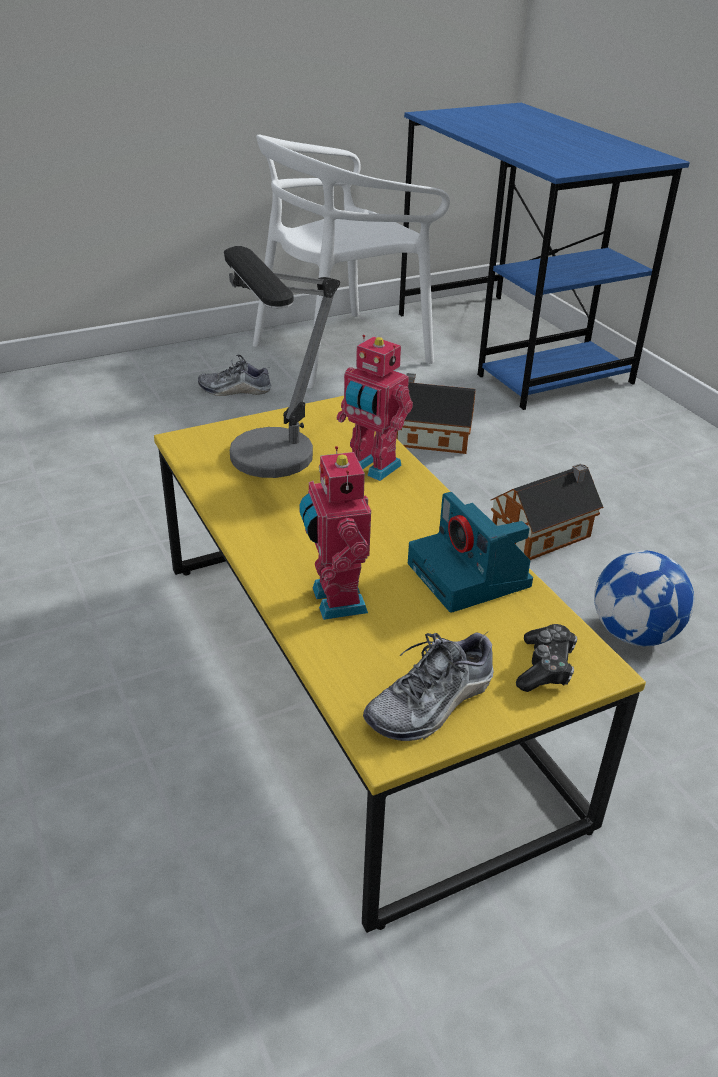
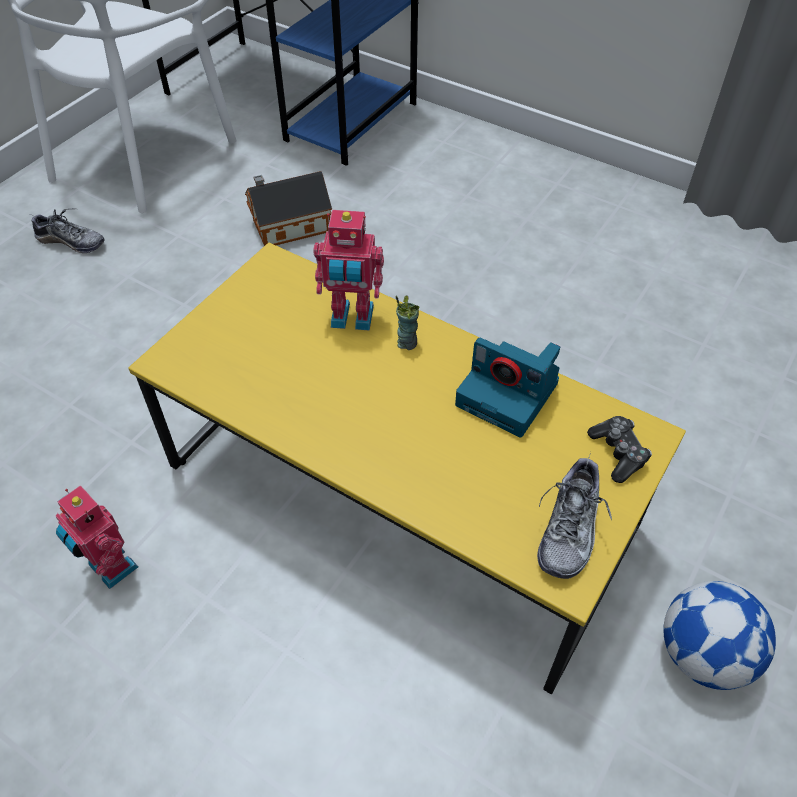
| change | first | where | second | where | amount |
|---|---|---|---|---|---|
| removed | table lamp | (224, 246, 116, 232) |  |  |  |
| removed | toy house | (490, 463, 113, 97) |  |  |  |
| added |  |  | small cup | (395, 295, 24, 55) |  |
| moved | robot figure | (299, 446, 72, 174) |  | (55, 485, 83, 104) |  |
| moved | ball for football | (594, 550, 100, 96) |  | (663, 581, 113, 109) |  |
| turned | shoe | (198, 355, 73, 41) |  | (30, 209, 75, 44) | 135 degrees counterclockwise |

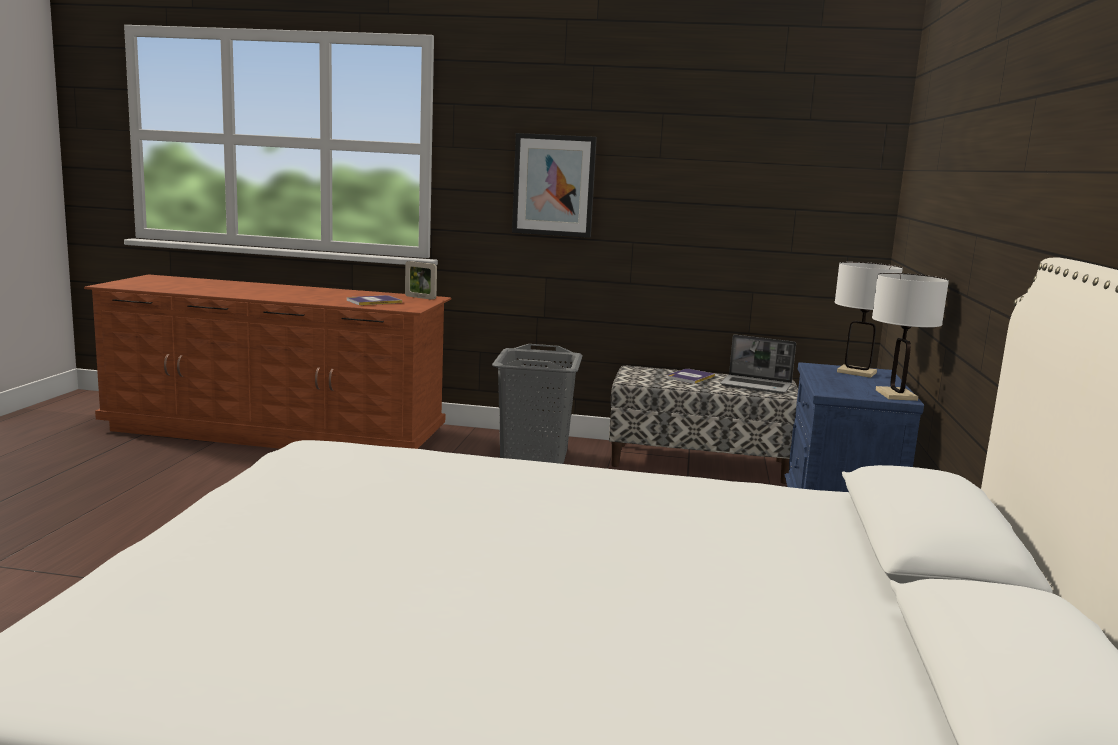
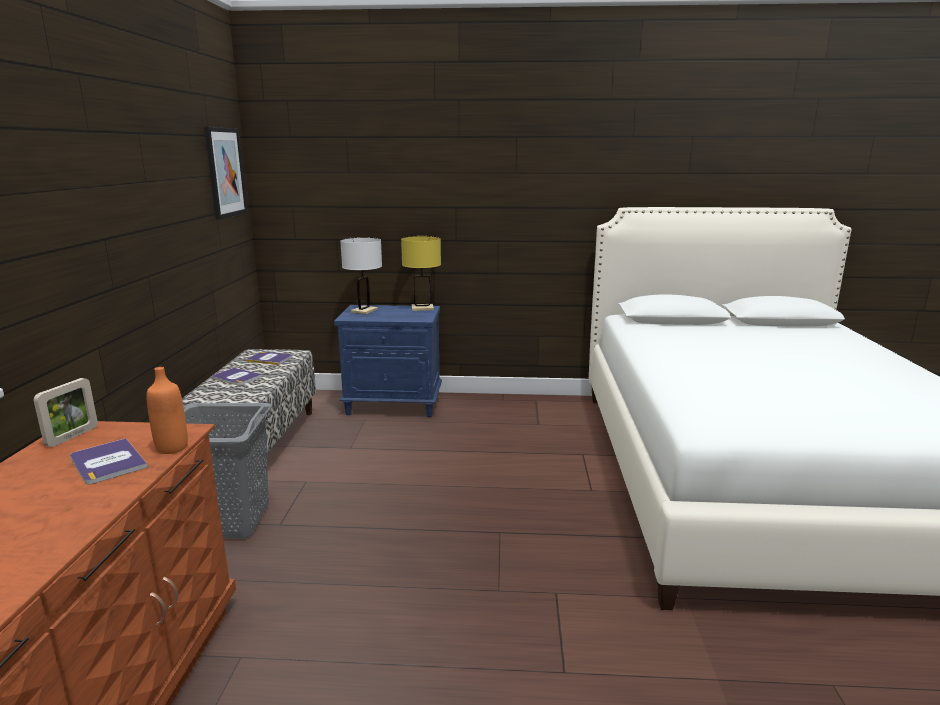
| change | first | where | second | where | amount |
|---|---|---|---|---|---|
| added |  |  | orangey drink bottle | (147, 367, 41, 87) |  |
| moved | wall picture | (512, 133, 85, 105) |  | (204, 127, 44, 92) |  |
| replaced | portable computer | (720, 335, 76, 59) | volume | (246, 351, 46, 14) |  |
| recoloured | whitish table lamp | (872, 273, 77, 128) | yellowish table lamp | (401, 236, 40, 75) |  |

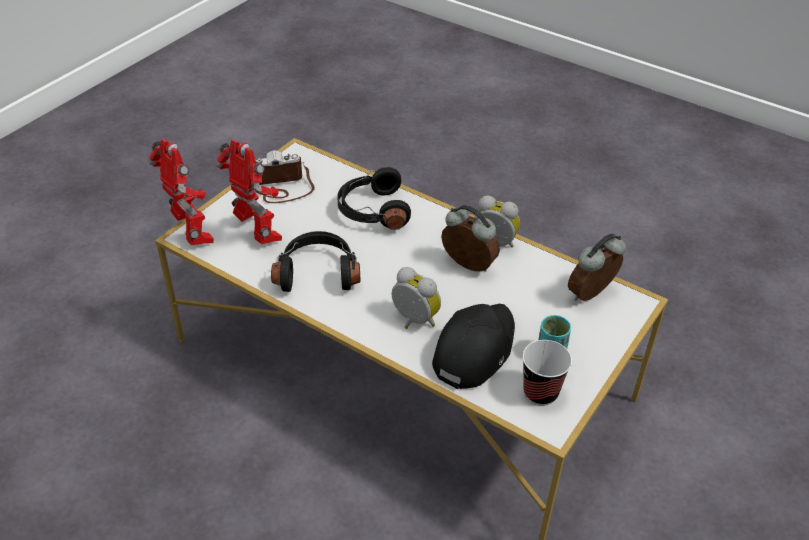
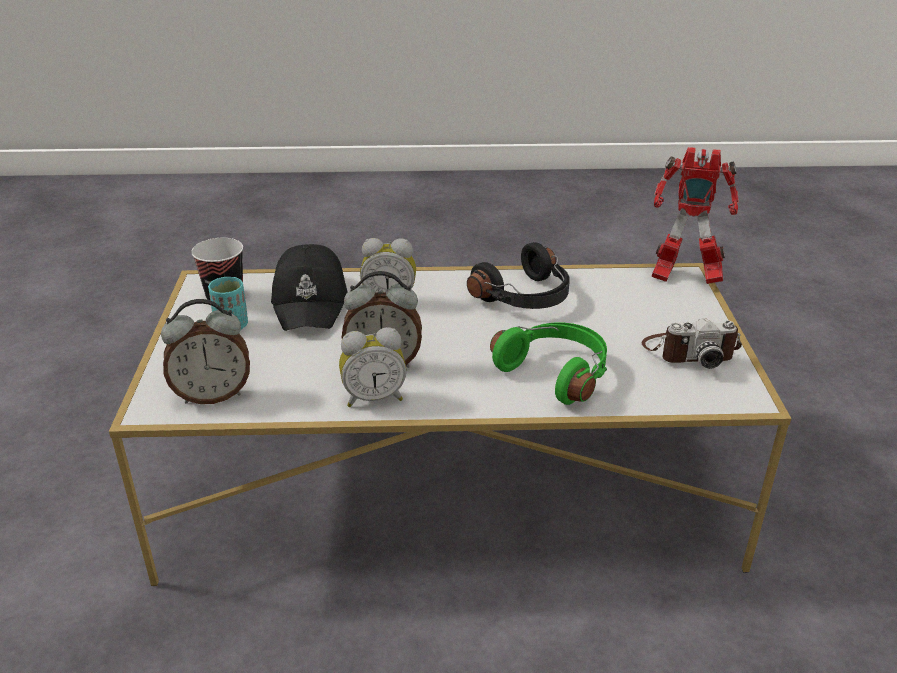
| change | first | where | second | where | amount |
|---|---|---|---|---|---|
| removed | robot figure | (216, 140, 66, 104) |  |  |  |
| recoloured | black-coloured headset | (338, 167, 73, 63) | greenish headset | (490, 323, 117, 82) |  |
| turned | photo camera | (256, 150, 59, 53) |  | (642, 318, 100, 51) | 45 degrees clockwise |
| turned | bedside clock | (568, 233, 58, 68) |  | (161, 299, 89, 105) | 60 degrees clockwise |

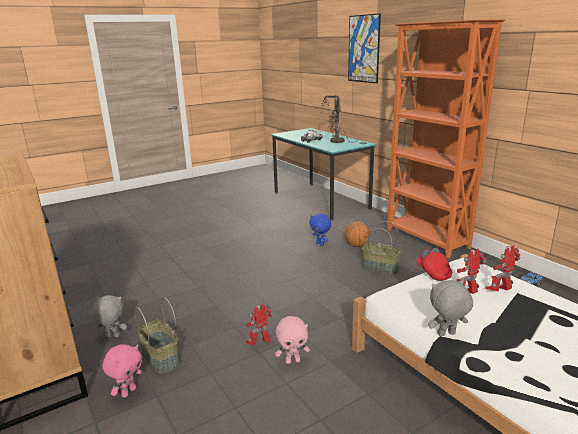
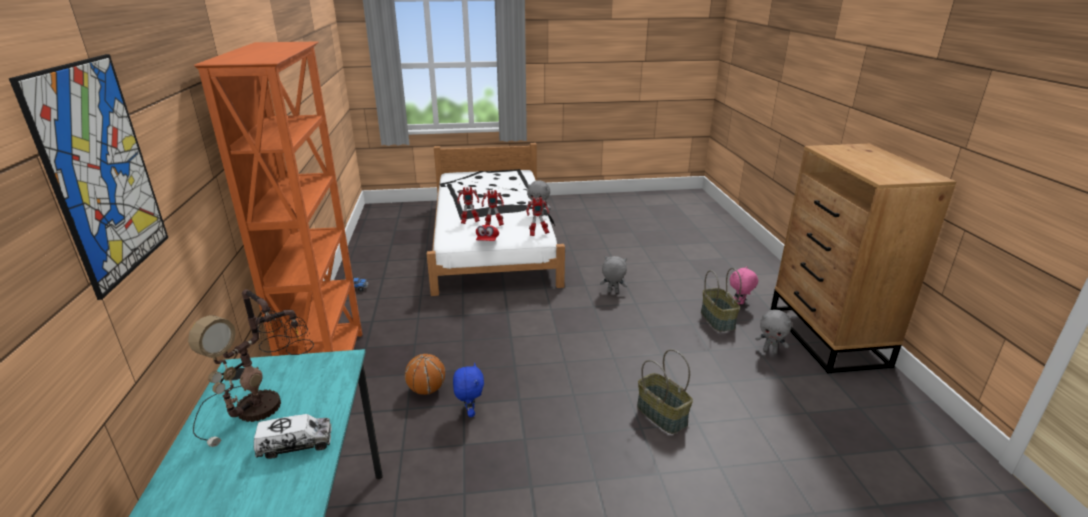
| change | first | where | second | where | amount |
|---|---|---|---|---|---|
| moved | robot figure | (246, 304, 27, 42) |  | (526, 197, 24, 39) |  |
| moved | household basket | (362, 221, 39, 54) |  | (637, 349, 56, 85) |  |
| recoloured | pink-coloured soft toy | (275, 316, 35, 48) | grey soft toy | (600, 256, 27, 37) |  |

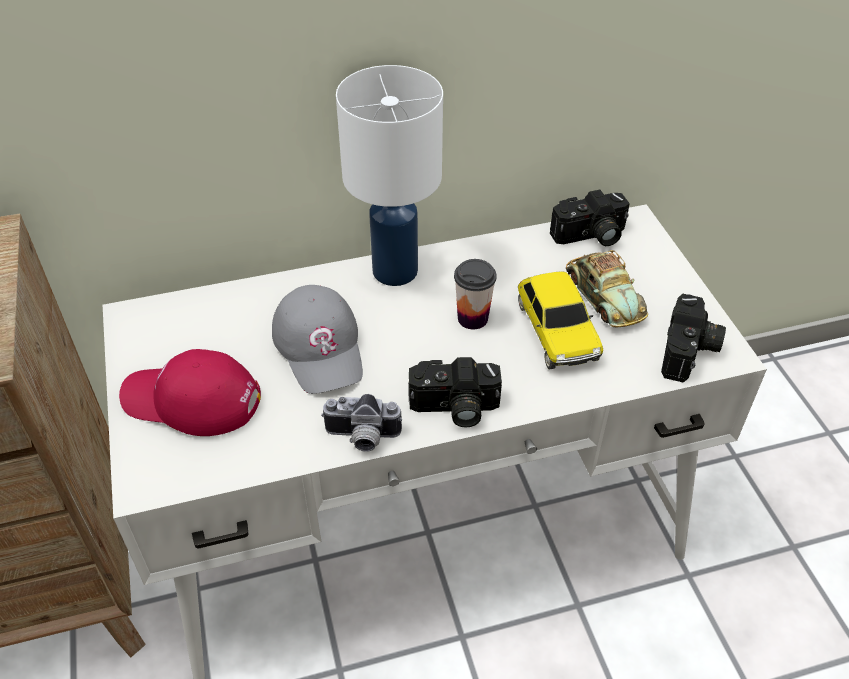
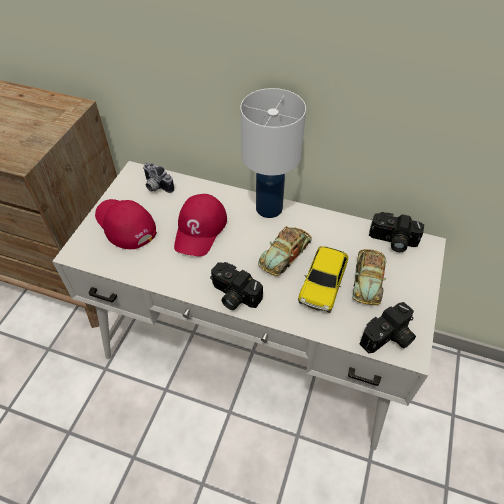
| change | first | where | second | where | amount |
|---|---|---|---|---|---|
| moved | photo camera | (321, 394, 81, 58) |  | (143, 162, 31, 31) |  |
| replaced | small cup | (454, 259, 43, 70) | model car | (258, 226, 54, 50) |  |
| recoloured | grey peaked cap | (272, 285, 91, 109) | red-coloured peaked cap | (174, 194, 53, 62) |  |

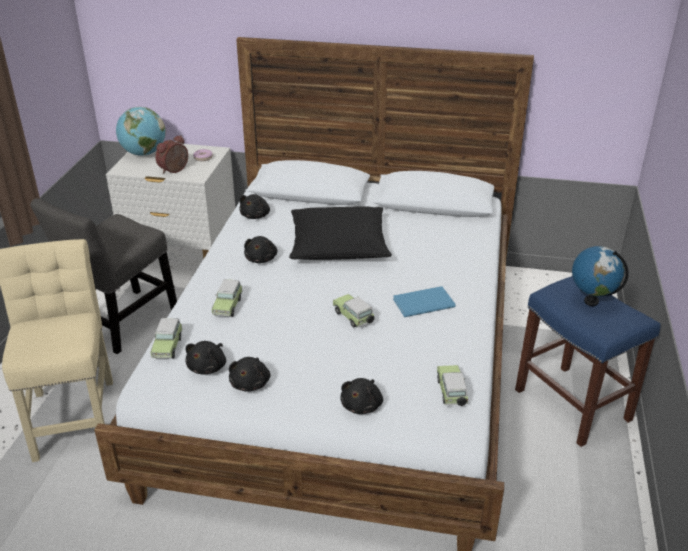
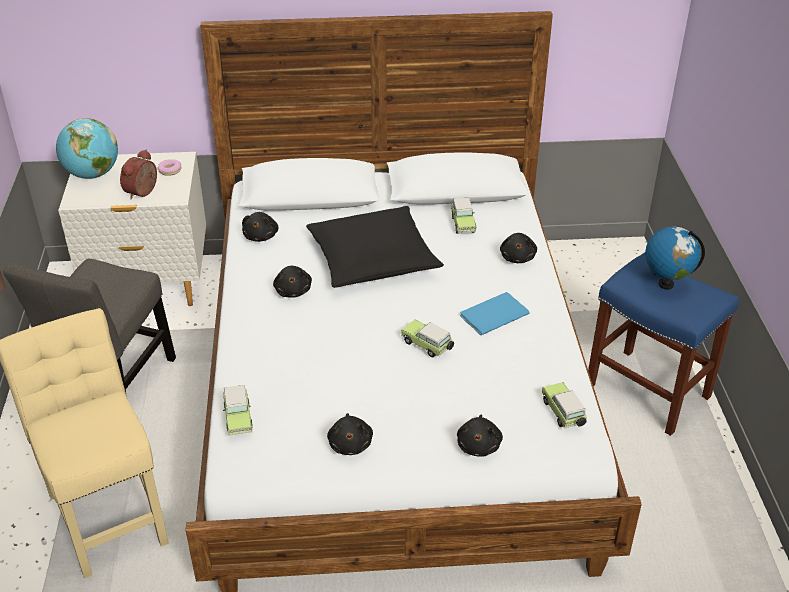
| change | first | where | second | where | amount |
|---|---|---|---|---|---|
| moved | black-coloured soft toy | (186, 341, 40, 33) |  | (500, 233, 37, 30) |  |
| moved | model car | (211, 279, 32, 38) |  | (451, 198, 25, 36) |  |

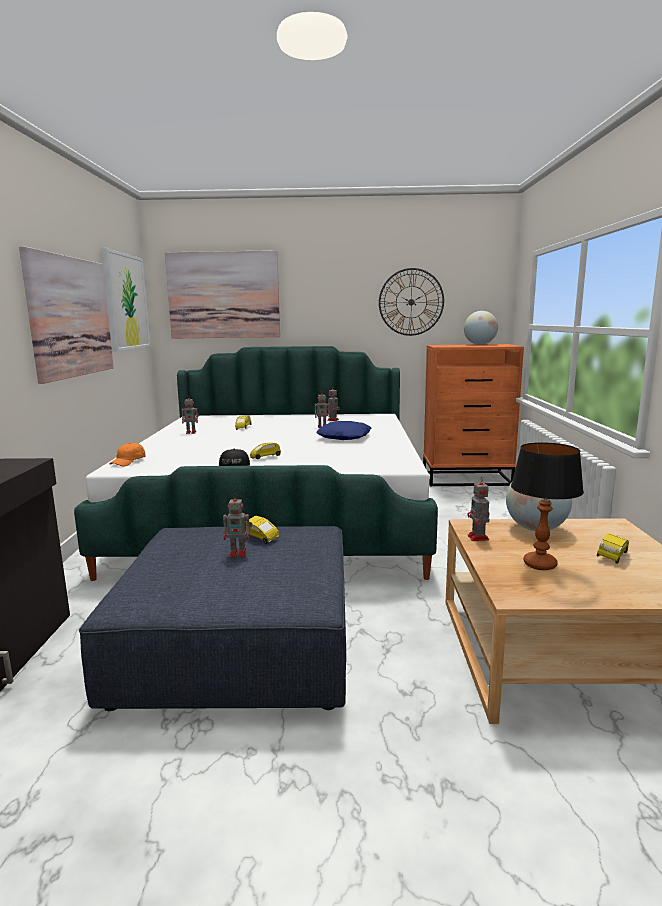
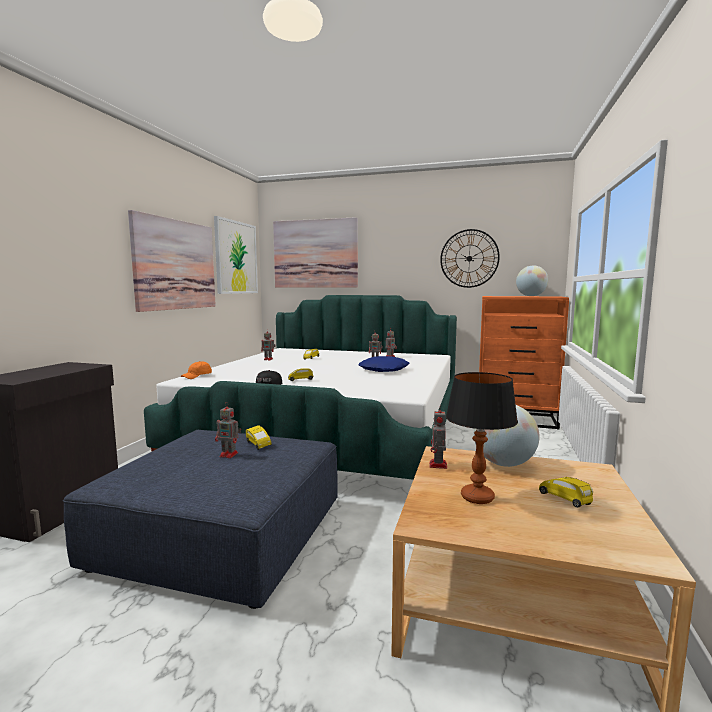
| change | first | where | second | where | amount |
|---|---|---|---|---|---|
| turned | yellowish model car | (597, 533, 32, 31) |  | (539, 477, 54, 31) | 90 degrees counterclockwise |

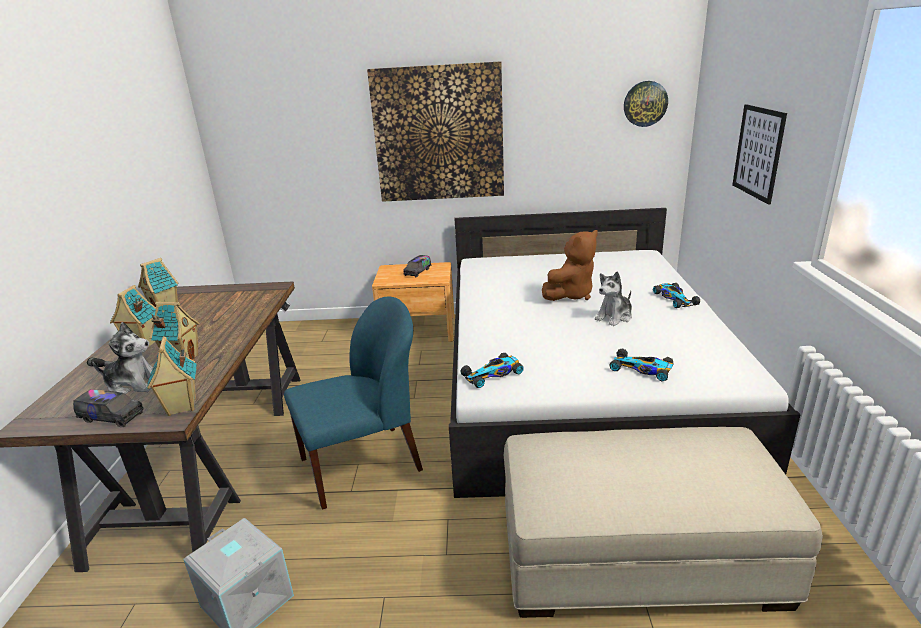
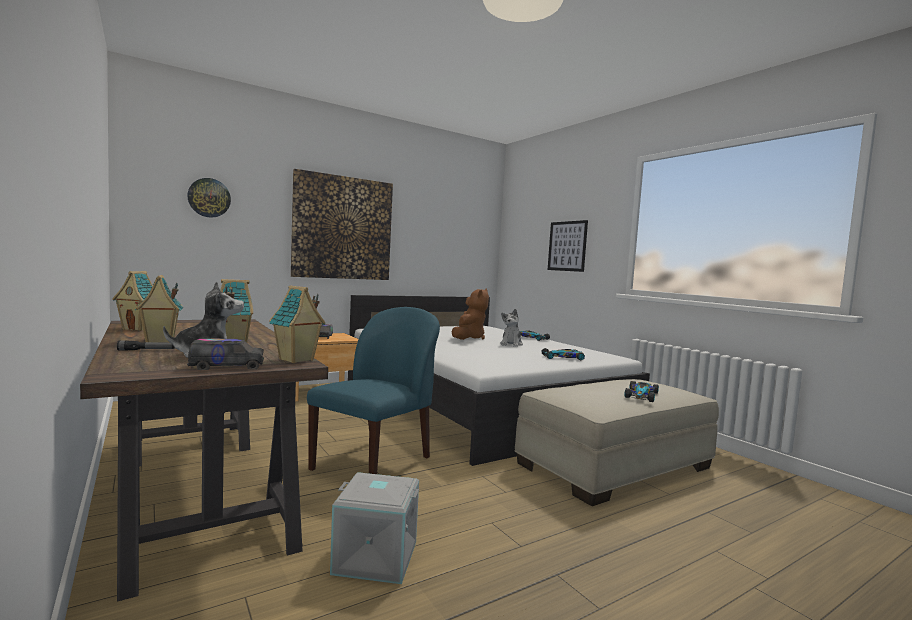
| change | first | where | second | where | amount |
|---|---|---|---|---|---|
| moved | model car | (460, 353, 64, 35) |  | (624, 381, 35, 21) |  |
| moved | hanging clock | (624, 81, 44, 46) |  | (187, 178, 44, 40) |  |

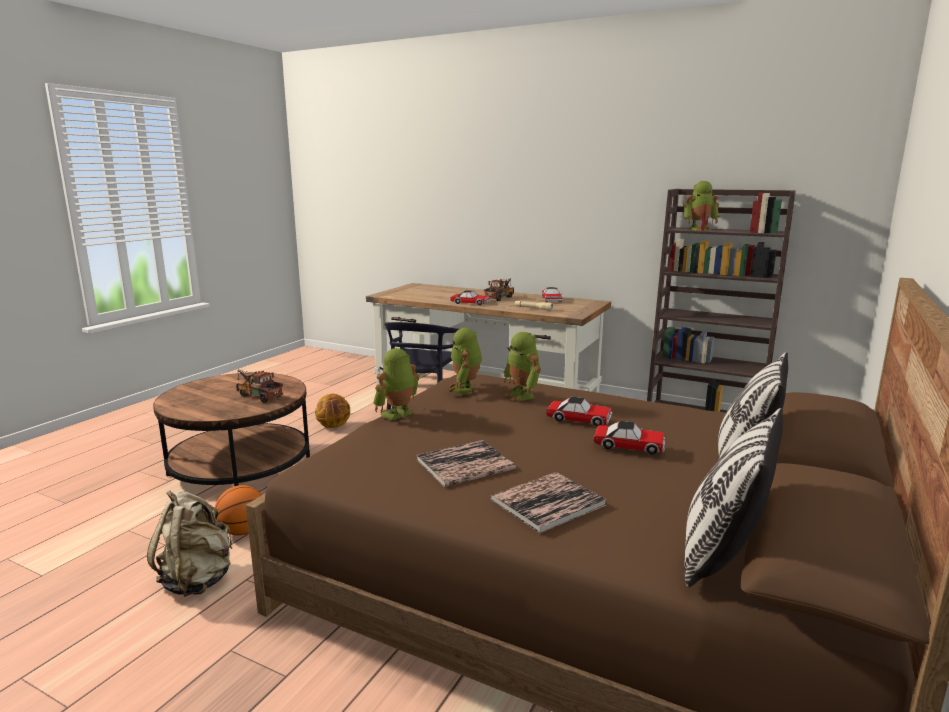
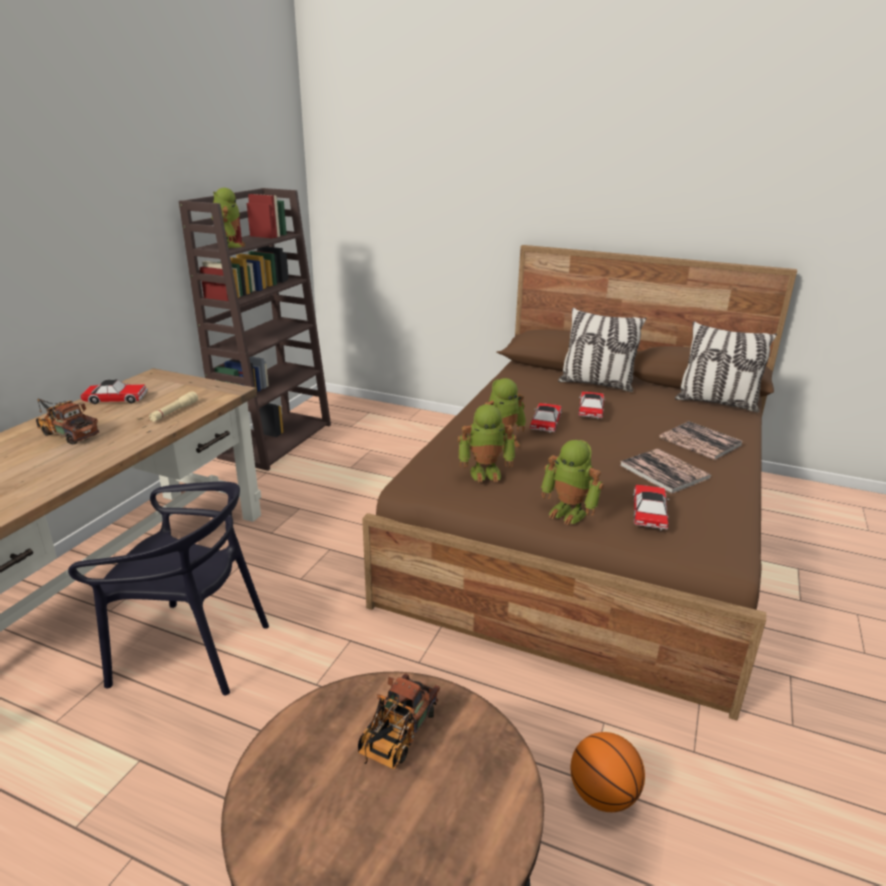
| change | first | where | second | where | amount |
|---|---|---|---|---|---|
| removed | beige rucksack | (147, 490, 85, 107) |  |  |  |
| removed | basketball ball | (315, 394, 35, 34) |  |  |  |
| moved | model car | (450, 290, 40, 15) |  | (633, 485, 36, 46) |  |

